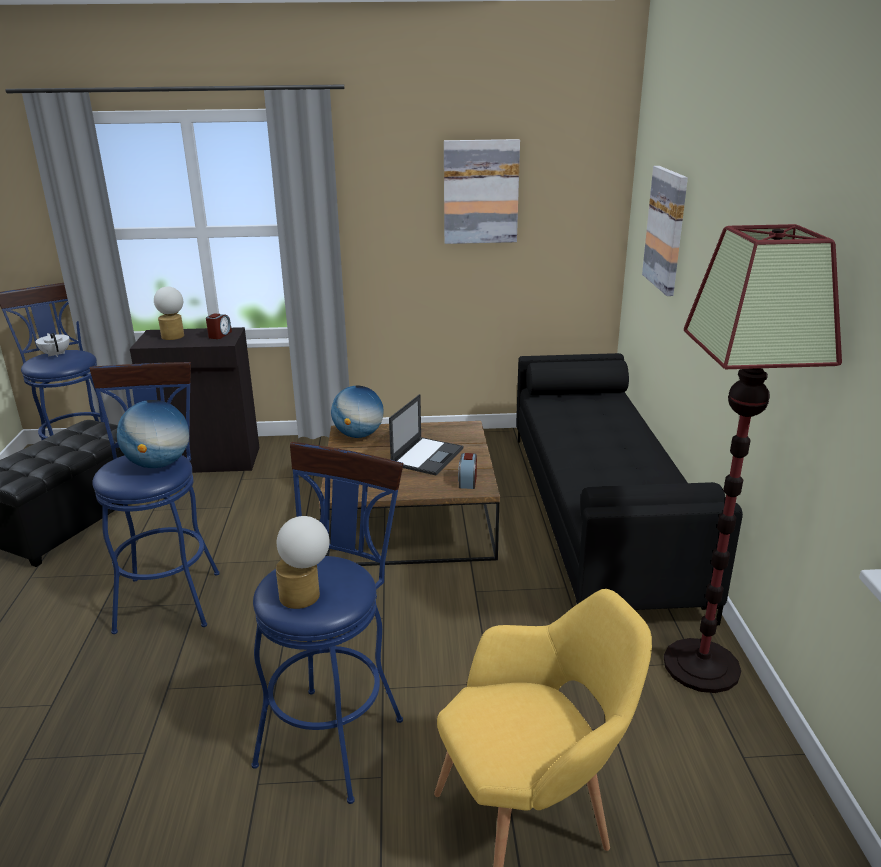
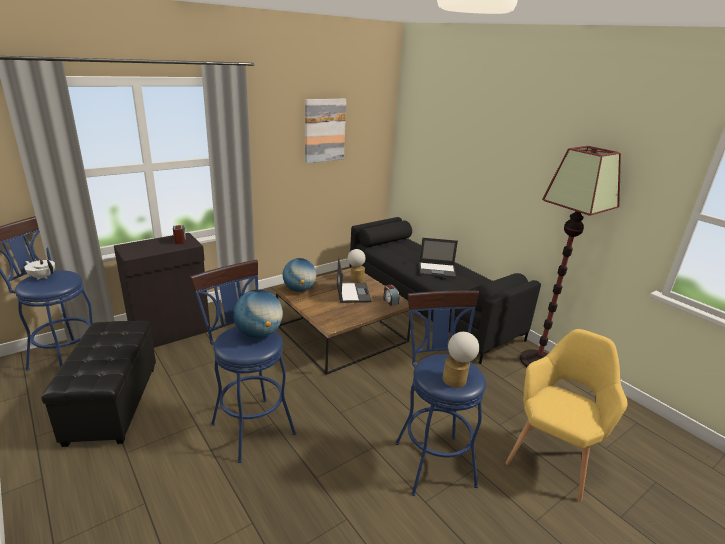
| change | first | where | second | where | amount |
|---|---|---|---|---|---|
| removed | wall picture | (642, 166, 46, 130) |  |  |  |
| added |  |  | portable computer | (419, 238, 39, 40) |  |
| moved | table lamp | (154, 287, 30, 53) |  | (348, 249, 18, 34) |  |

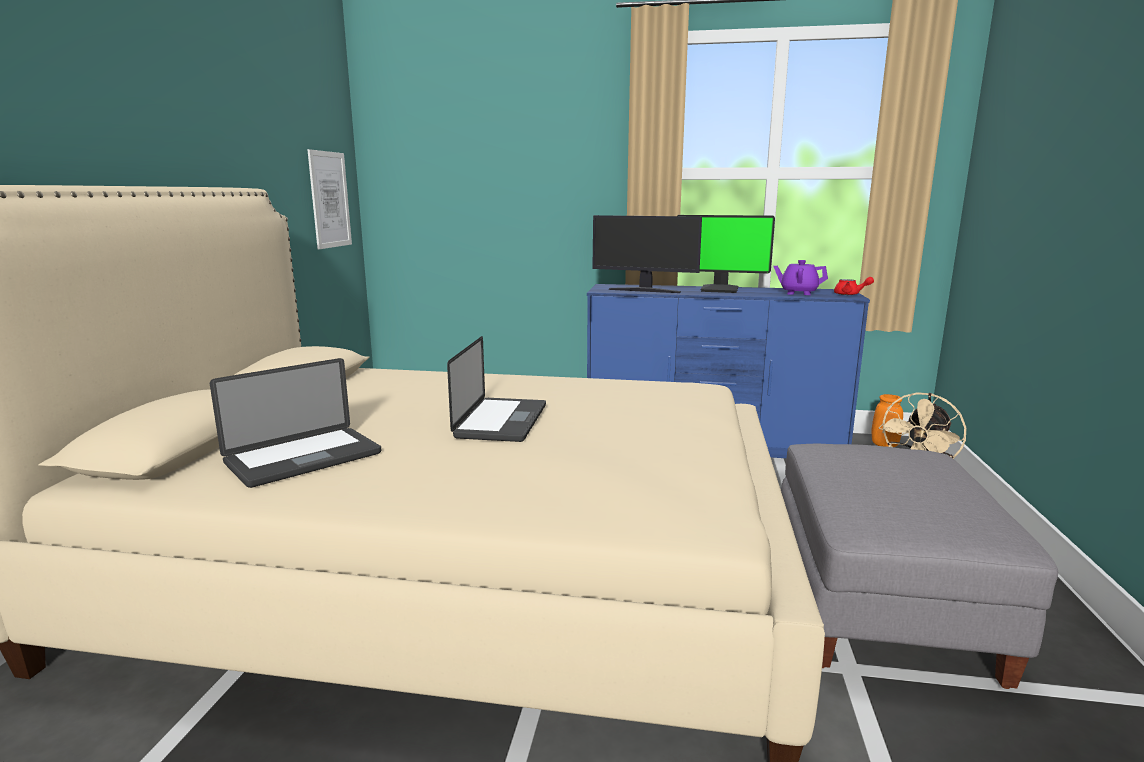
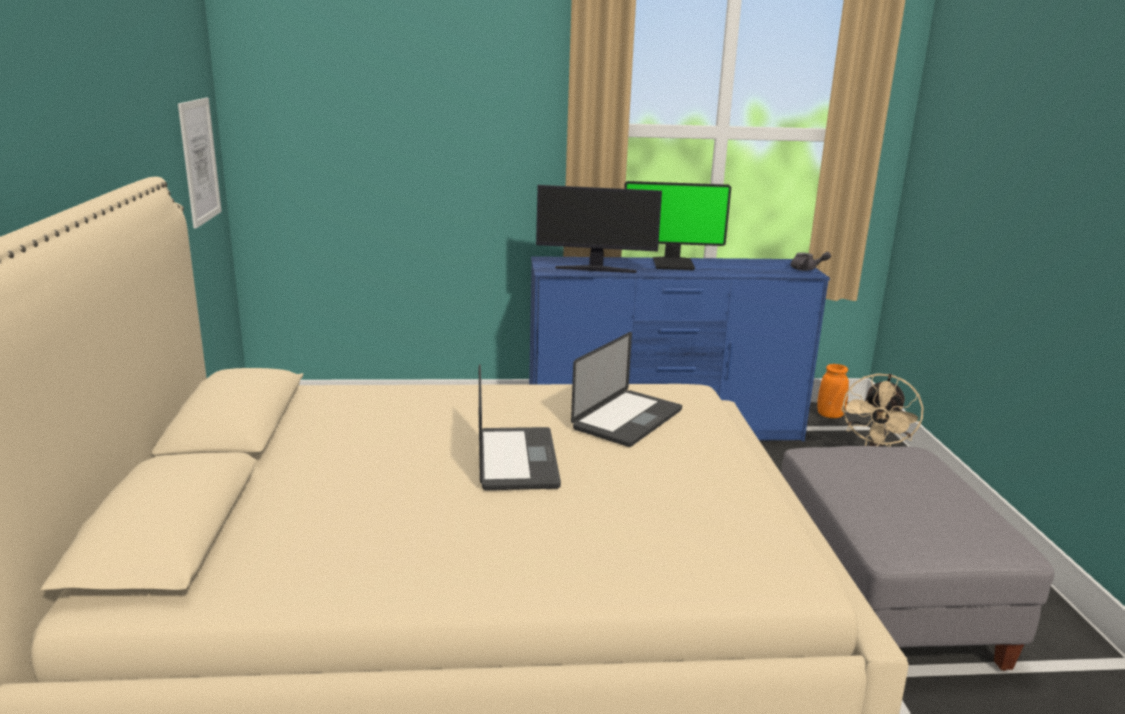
| change | first | where | second | where | amount |
|---|---|---|---|---|---|
| removed | purple-coloured pot for tea | (774, 260, 54, 35) |  |  |  |
| moved | portable computer | (210, 358, 171, 130) |  | (571, 332, 111, 115) |  |
| recoloured | red-coloured pot for tea | (834, 277, 40, 18) | grey pot for tea | (791, 252, 40, 19) |  |

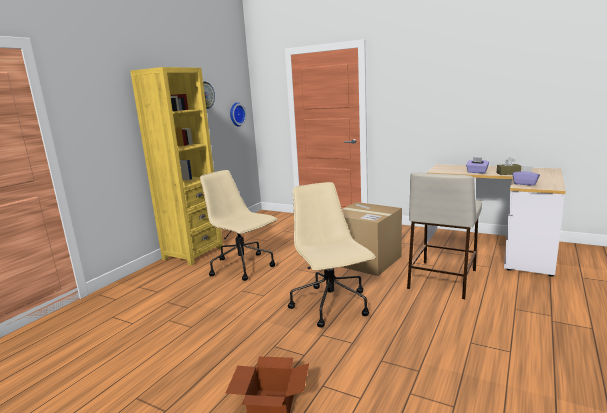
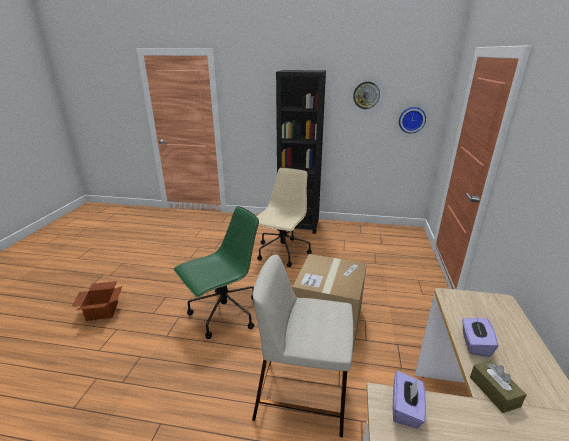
| change | first | where | second | where | amount |
|---|---|---|---|---|---|
| recoloured | yellowish shelving unit | (130, 67, 93, 199) | black-coloured shelving unit | (276, 70, 50, 164) |  |
| recoloured | beige office chair | (288, 182, 88, 146) | greenish office chair | (174, 206, 85, 133) |  |

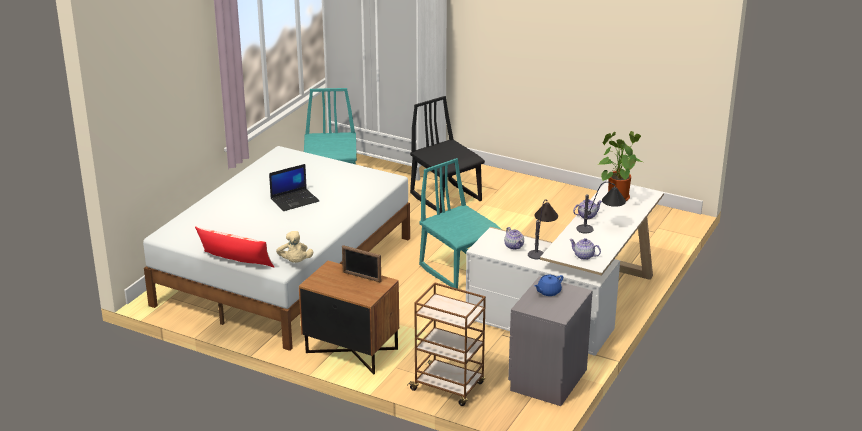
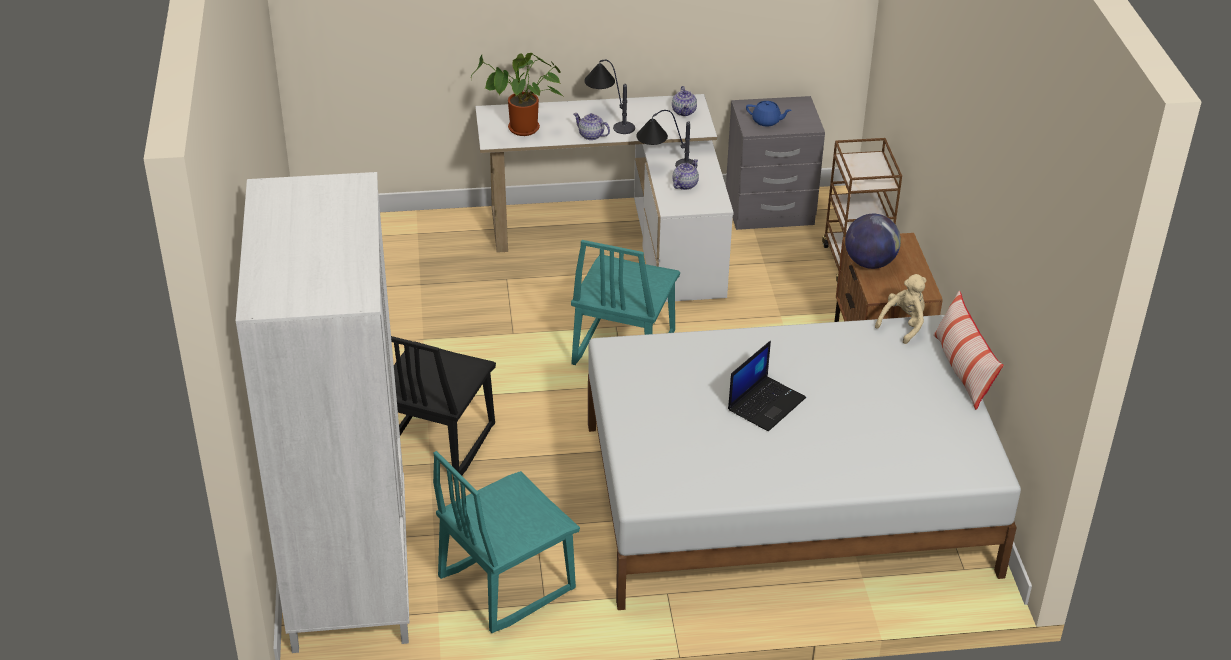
| change | first | where | second | where | amount |
|---|---|---|---|---|---|
| replaced | picture frame | (342, 245, 39, 38) | world globe | (845, 214, 56, 55) |  |
| turned | portable computer | (269, 164, 50, 47) |  | (728, 341, 78, 91) | 105 degrees clockwise |

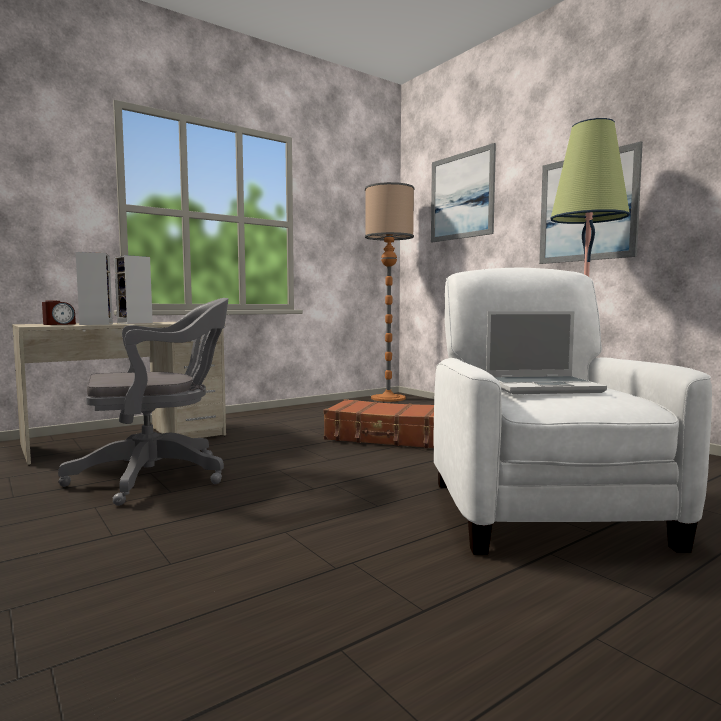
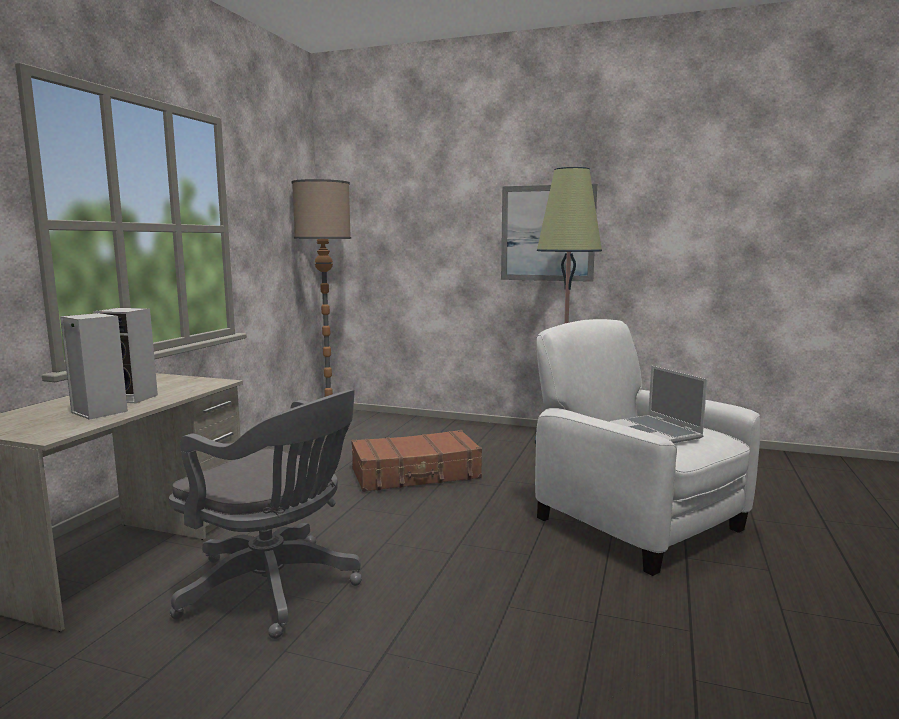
| change | first | where | second | where | amount |
|---|---|---|---|---|---|
| removed | bedside clock | (42, 301, 34, 24) |  |  |  |
| removed | wall picture | (431, 143, 65, 100) |  |  |  |
| turned | grey office chair | (58, 298, 170, 208) |  | (169, 390, 193, 249) | 90 degrees clockwise |
| turned | portable computer | (486, 311, 121, 83) |  | (609, 366, 98, 77) | 105 degrees clockwise |

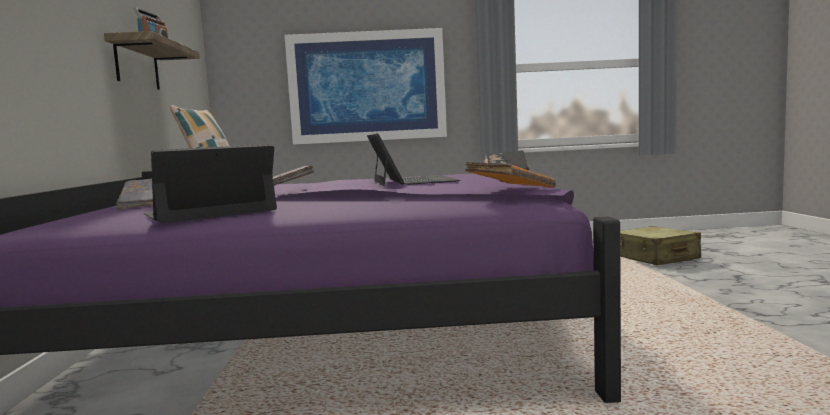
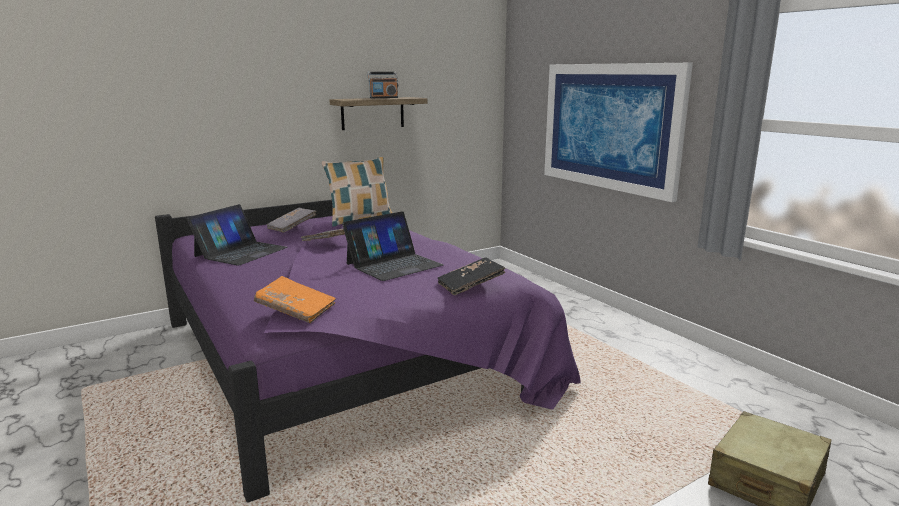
| change | first | where | second | where | amount |
|---|---|---|---|---|---|
| turned | portable computer | (143, 144, 134, 79) |  | (187, 204, 101, 62) | 90 degrees clockwise |

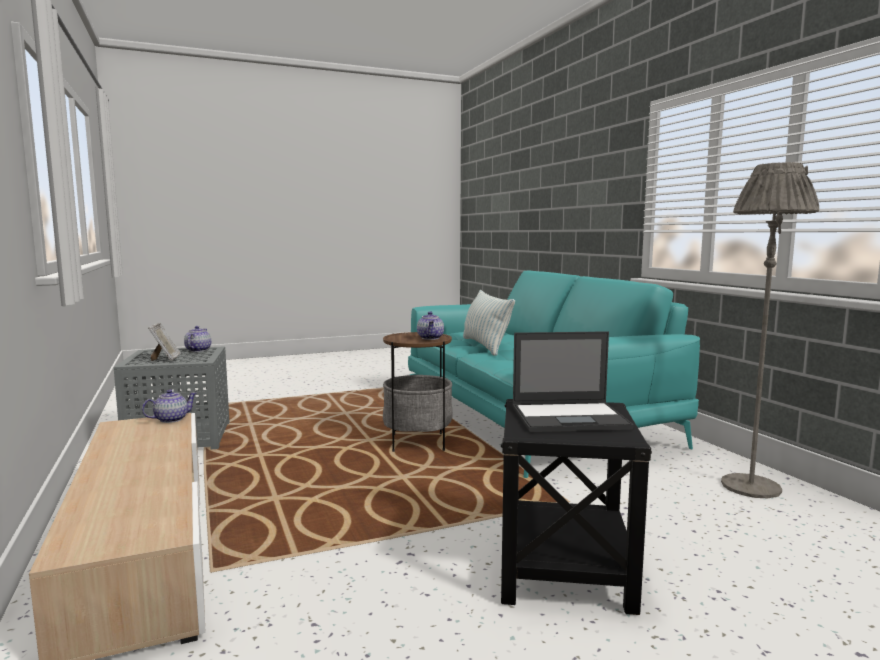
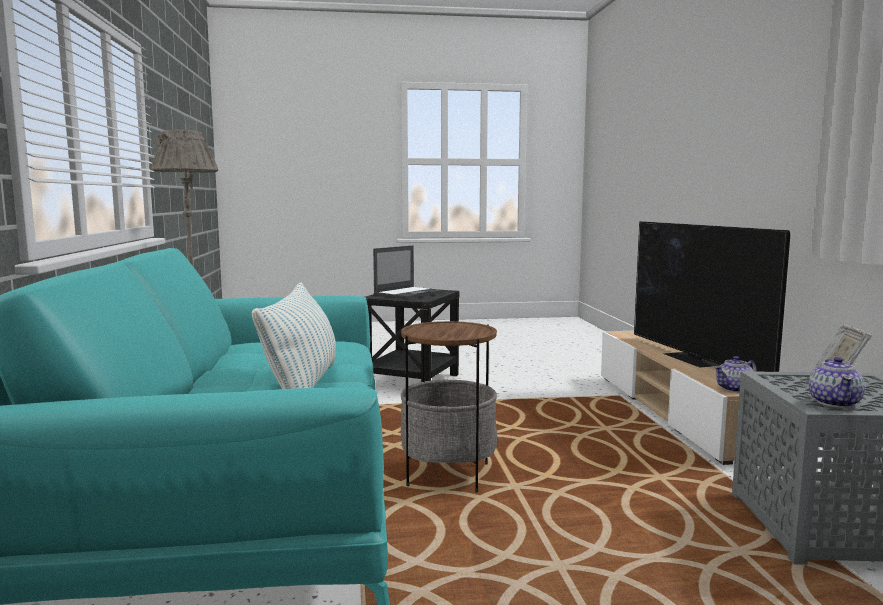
| change | first | where | second | where | amount |
|---|---|---|---|---|---|
| removed | pot for tea | (417, 311, 27, 29) |  |  |  |
| added |  |  | TV | (634, 221, 156, 151) |  |
| turned | portable computer | (512, 331, 122, 101) |  | (373, 245, 72, 54) | 120 degrees clockwise |

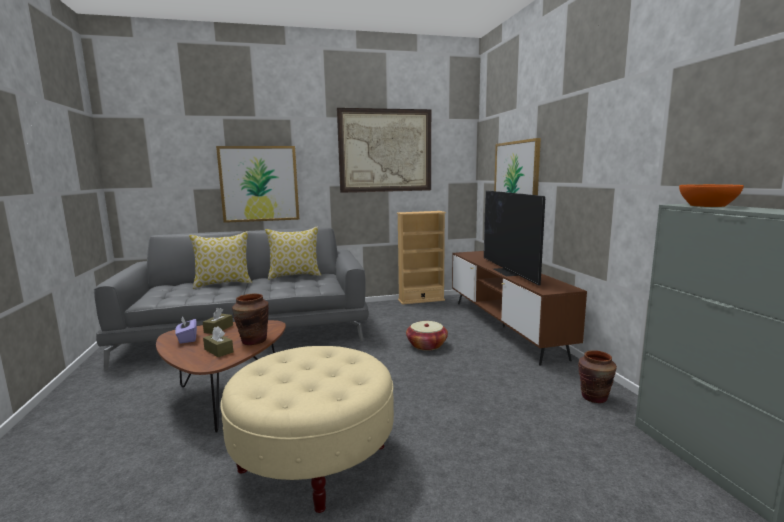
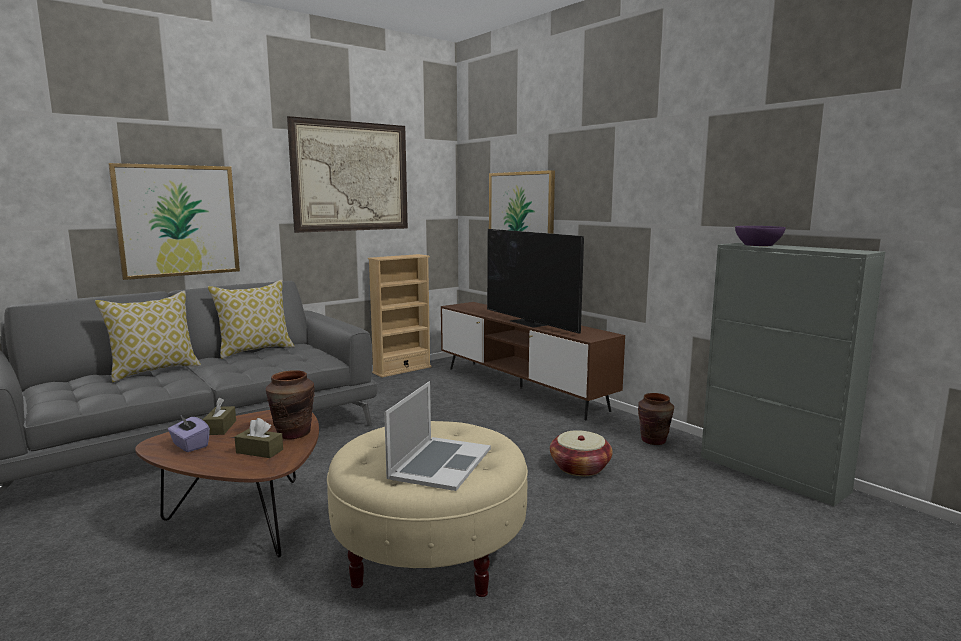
| change | first | where | second | where | amount |
|---|---|---|---|---|---|
| added |  |  | portable computer | (384, 381, 107, 110) |  |
| moved | household basket | (406, 321, 42, 30) |  | (550, 430, 63, 46) |  |
| recoloured | orangey bowl | (679, 184, 65, 23) | purple-coloured bowl | (735, 226, 51, 20) |  |

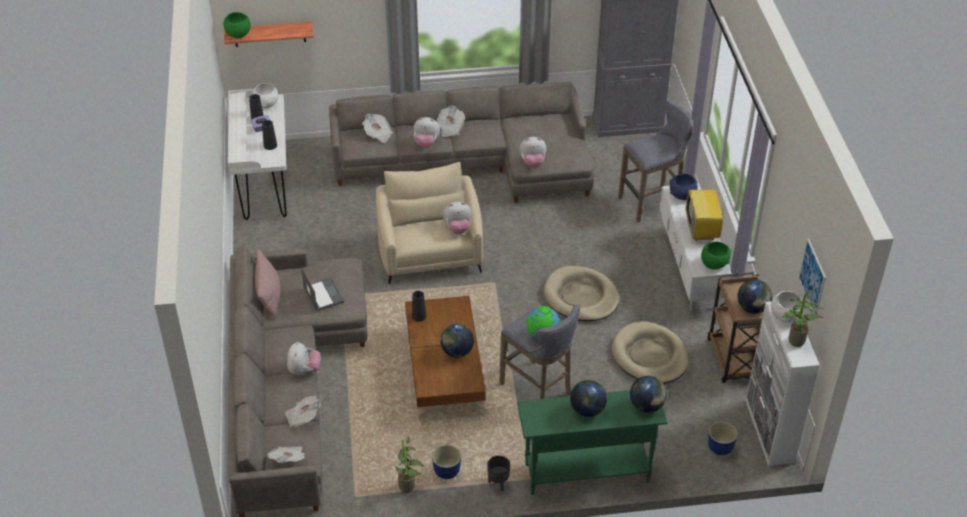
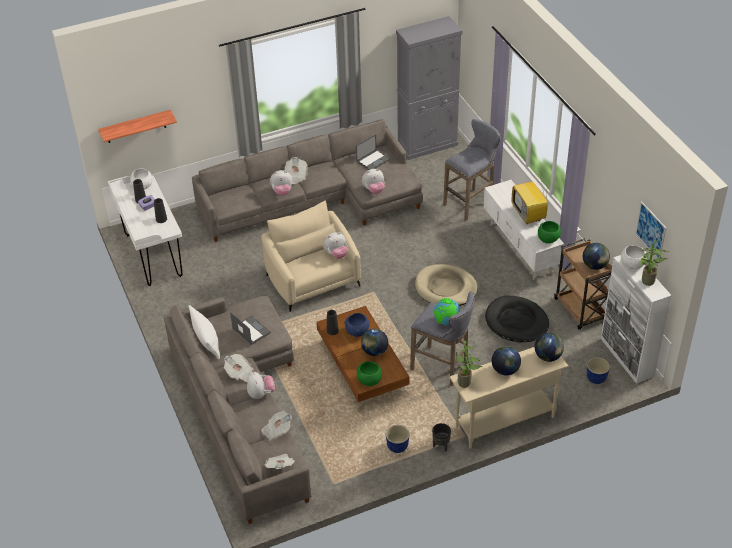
| change | first | where | second | where | amount |
|---|---|---|---|---|---|
| added |  |  | portable computer | (356, 134, 35, 36) |  |
| moved | greenish bowl | (223, 12, 28, 26) |  | (357, 361, 25, 25) |  |
| moved | newspaper | (362, 114, 31, 29) |  | (224, 354, 30, 28) |  |
| moved | potted plant | (395, 436, 29, 57) |  | (456, 339, 26, 49) |  |
| moved | blue-coloured bowl | (669, 174, 29, 26) |  | (344, 313, 25, 24) |  |
| recoloured | pink-coloured throw pillow | (255, 249, 25, 70) | whitish throw pillow | (189, 305, 31, 54) |  |
| recoloured | greenish narrow table | (517, 390, 151, 105) | beige narrow table | (449, 347, 119, 101) |  |
| recoloured | beige dog cushion | (612, 321, 77, 63) | black-coloured dog cushion | (485, 296, 64, 47) |  |

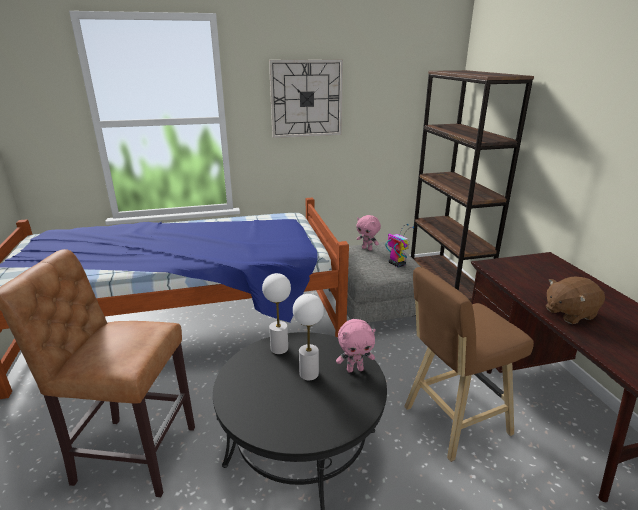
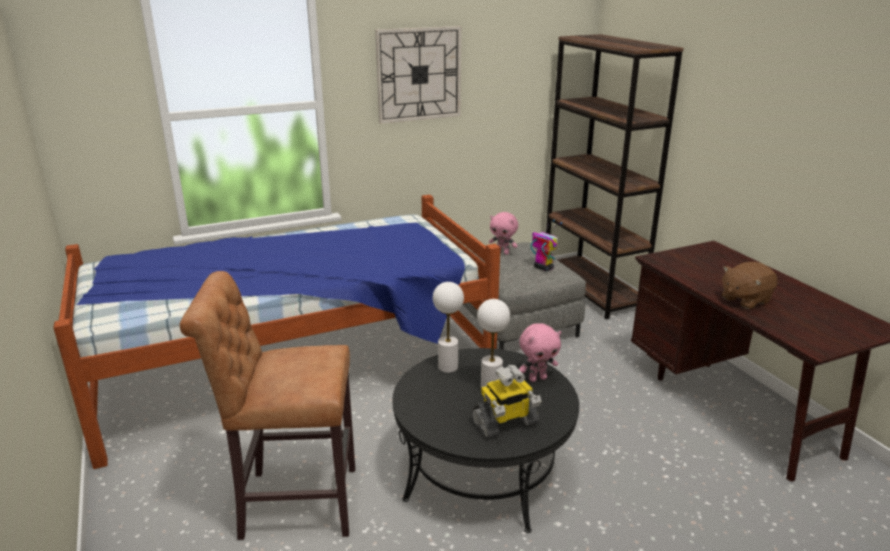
| change | first | where | second | where | amount |
|---|---|---|---|---|---|
| removed | brownish stool seat | (404, 267, 130, 195) |  |  |  |
| added |  |  | robot figure | (471, 365, 71, 74) |  |

